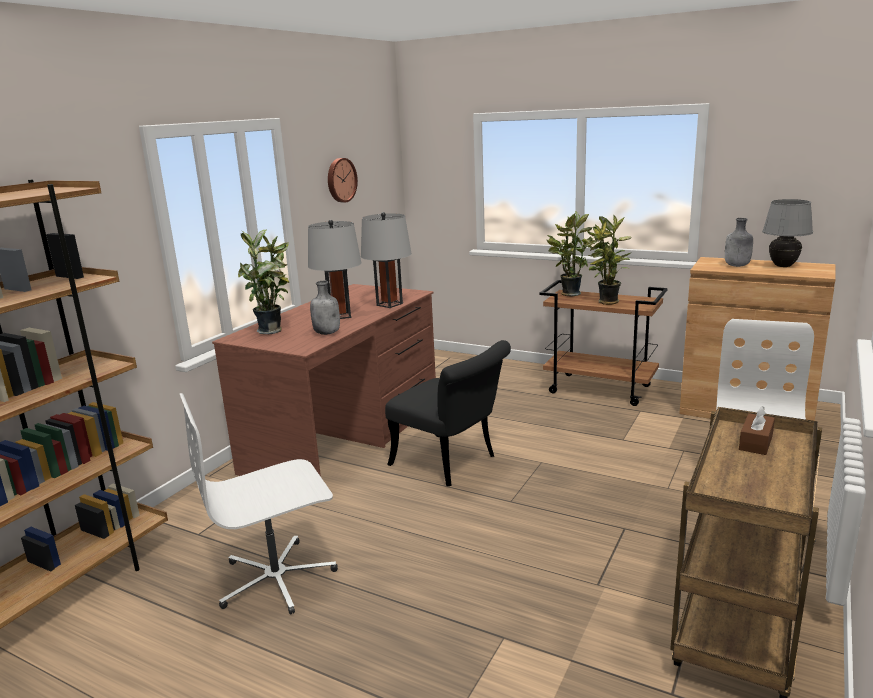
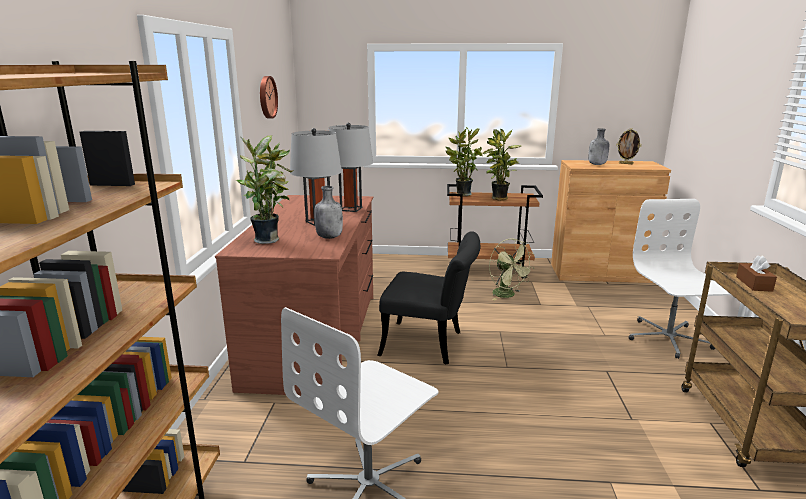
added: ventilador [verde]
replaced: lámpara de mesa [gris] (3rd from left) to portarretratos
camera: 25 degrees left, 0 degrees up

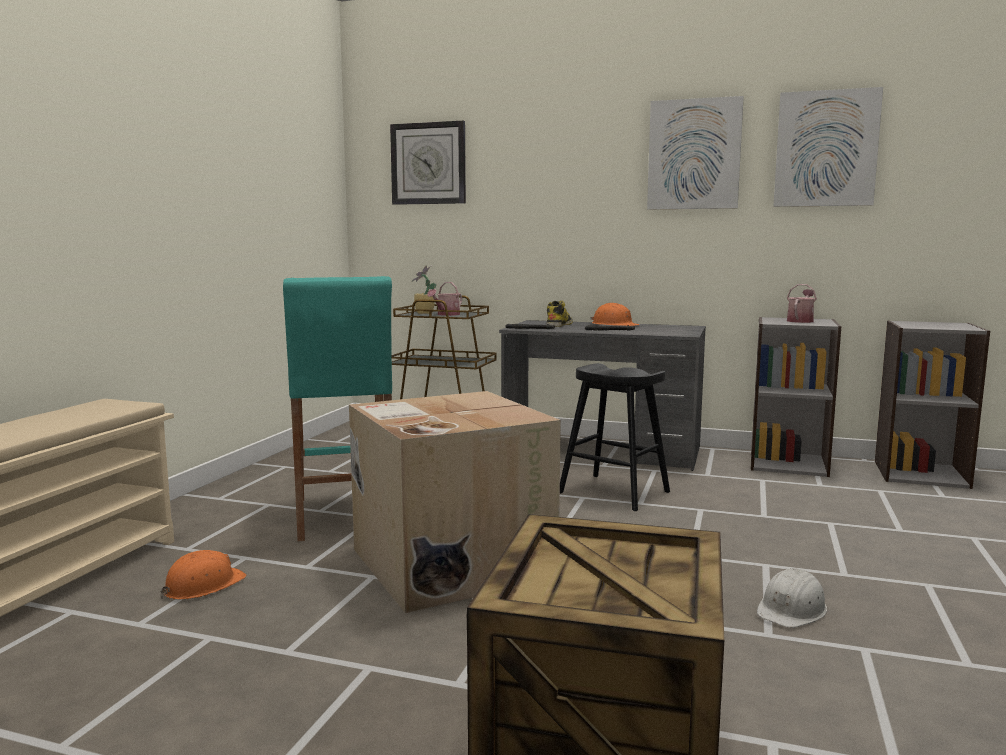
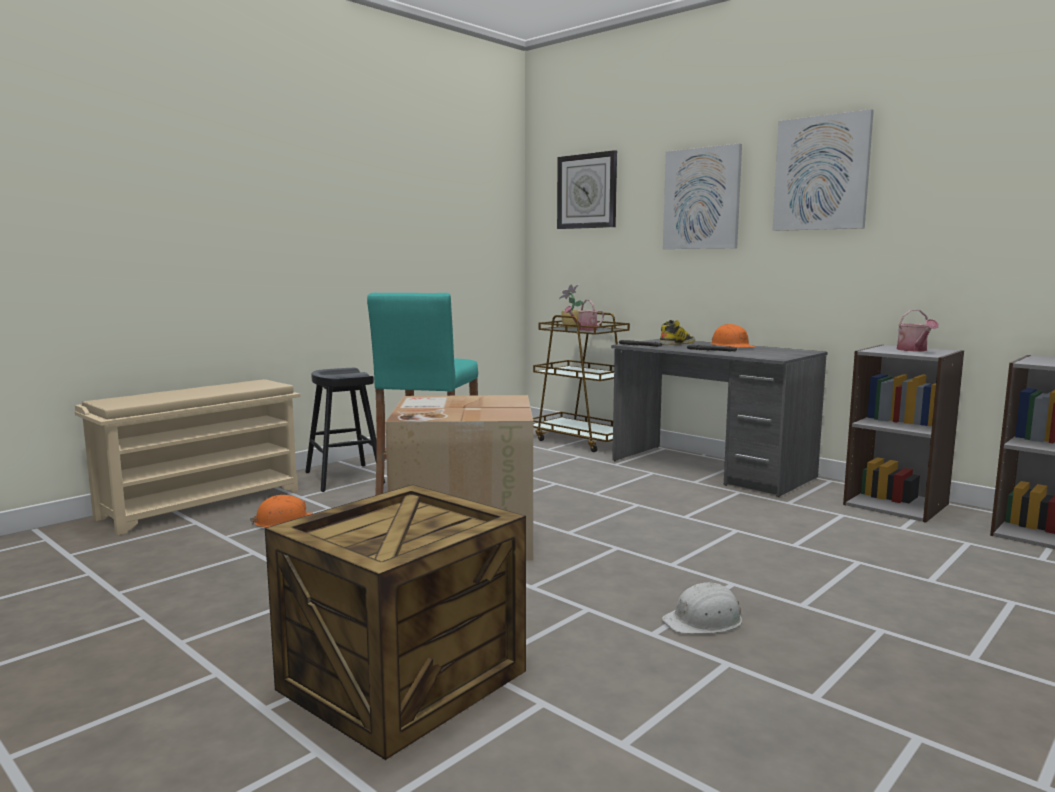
moved: cuadro (2nd from left in the first image) to cuadro (1st from left); taburete [negro]
turned: regadera (2nd from left) 120 degrees clockwise
camera: 25 degrees right, 0 degrees up

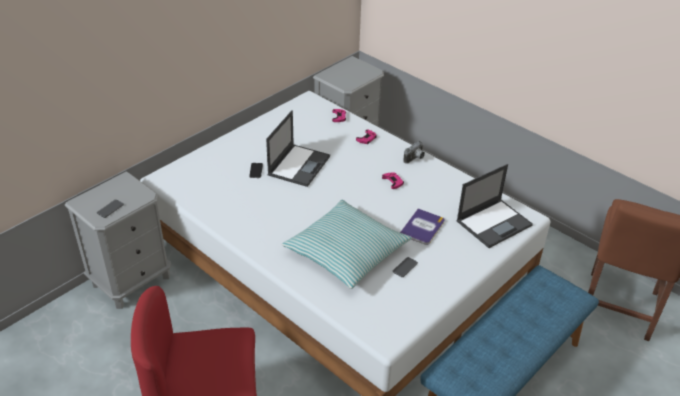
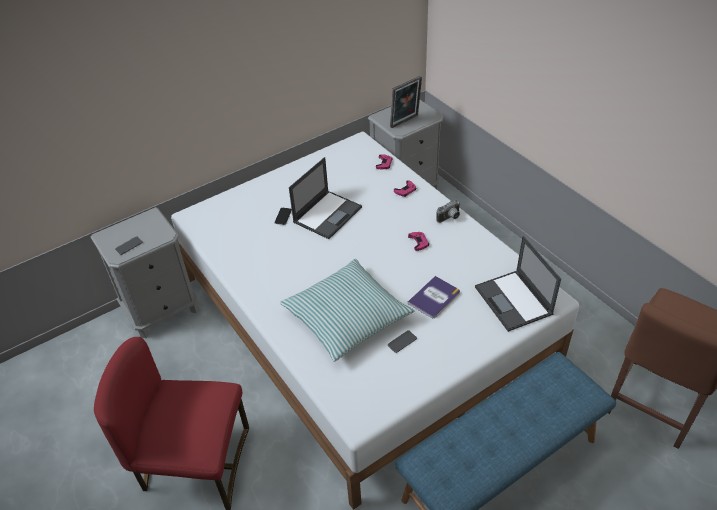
added: portarretratos
turned: portátil (2nd from left) 90 degrees clockwise
camera: 15 degrees right, 5 degrees up

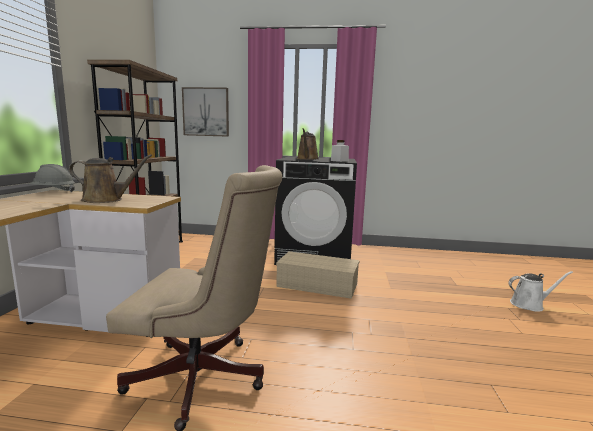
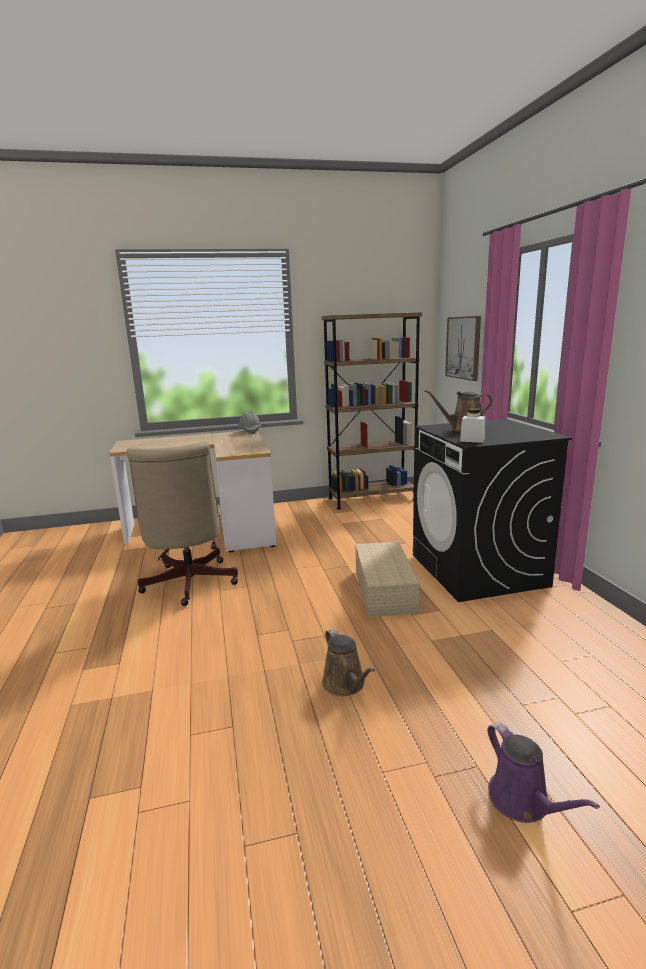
moved: regadera [marrón] (1st from left)
recoloured: regadera [blanco] to regadera [morado]
camera: 70 degrees right, 5 degrees up

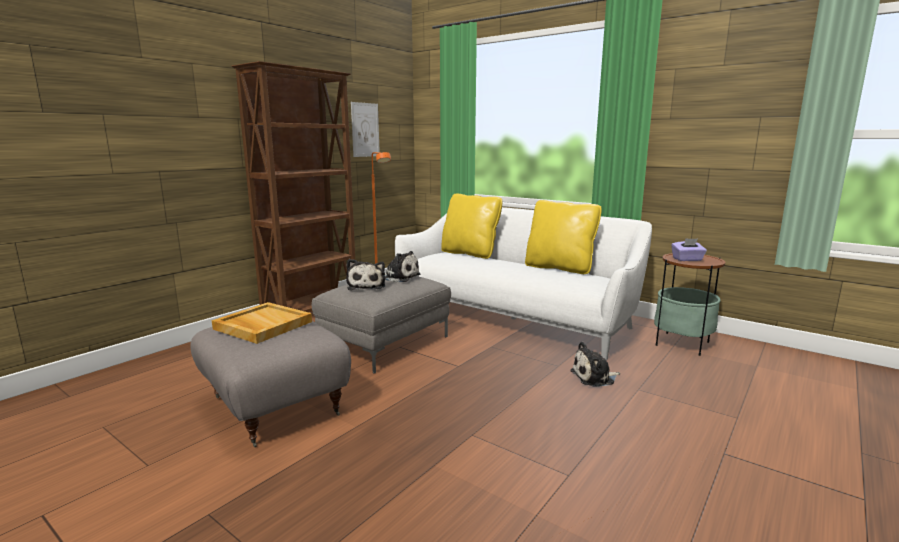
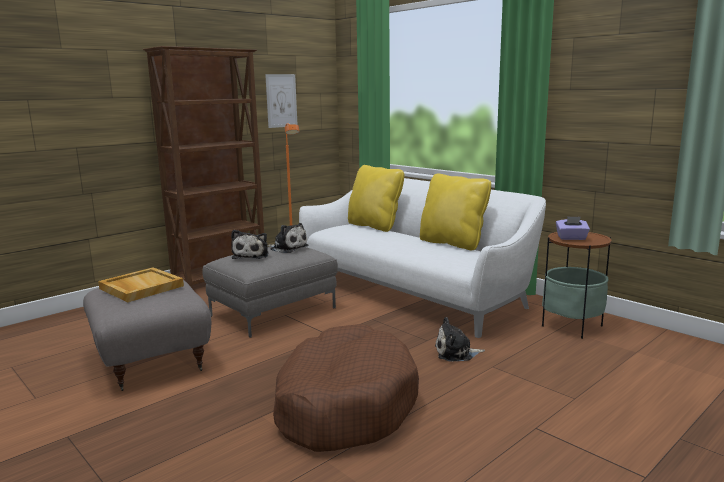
added: cama para perro [marrón]
camera: 10 degrees right, 0 degrees up

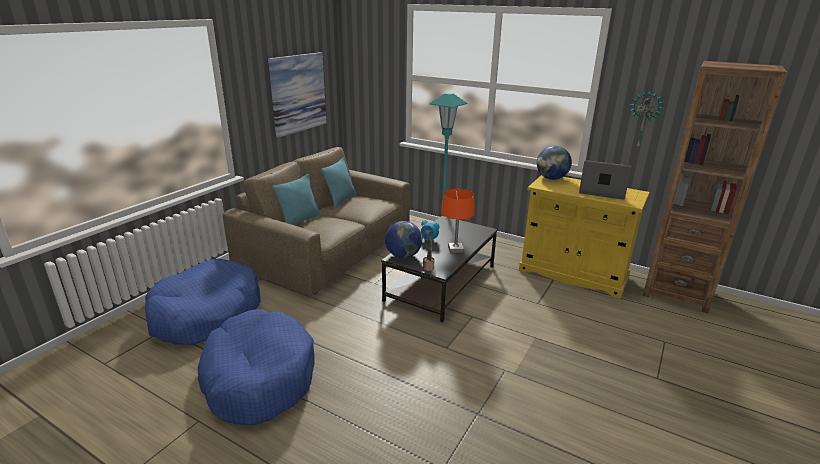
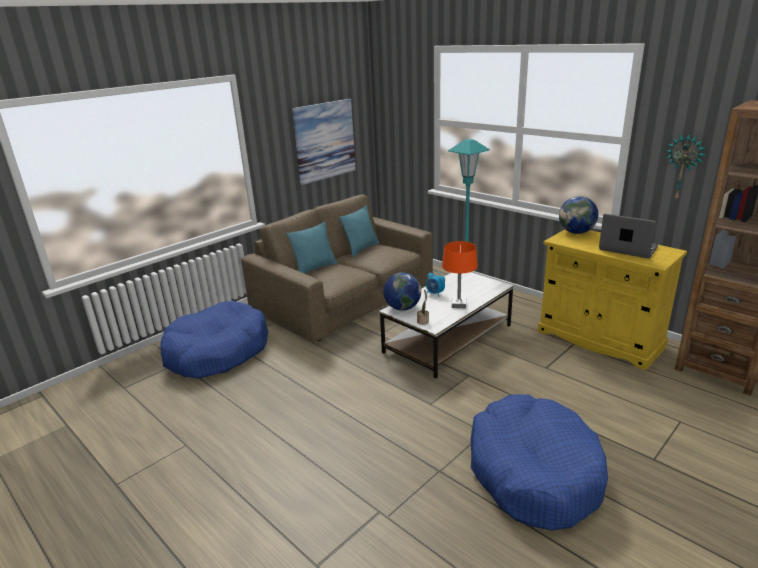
moved: cama para perro [azul] (2nd from left)
recoloured: mesa de centro [negro] to mesa de centro [blanco]
camera: 15 degrees right, 0 degrees up

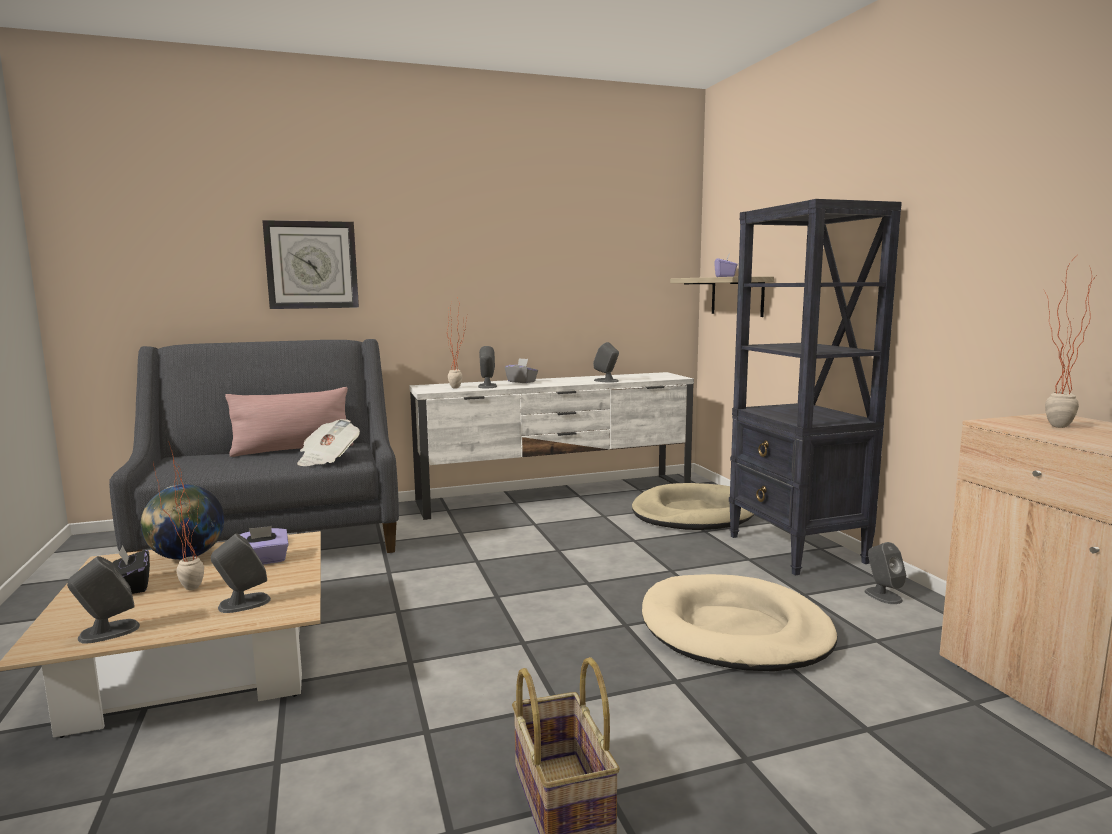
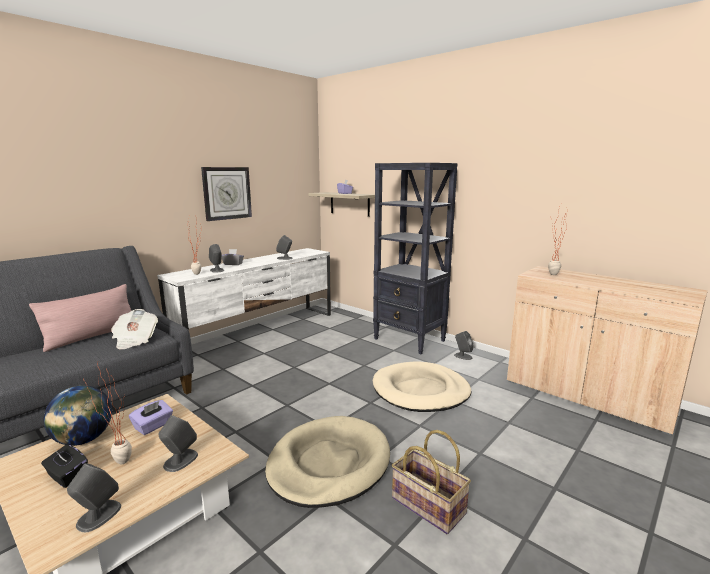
moved: reloj de pared; cama para perro [beis] (1st from left)
camera: 30 degrees left, 5 degrees up

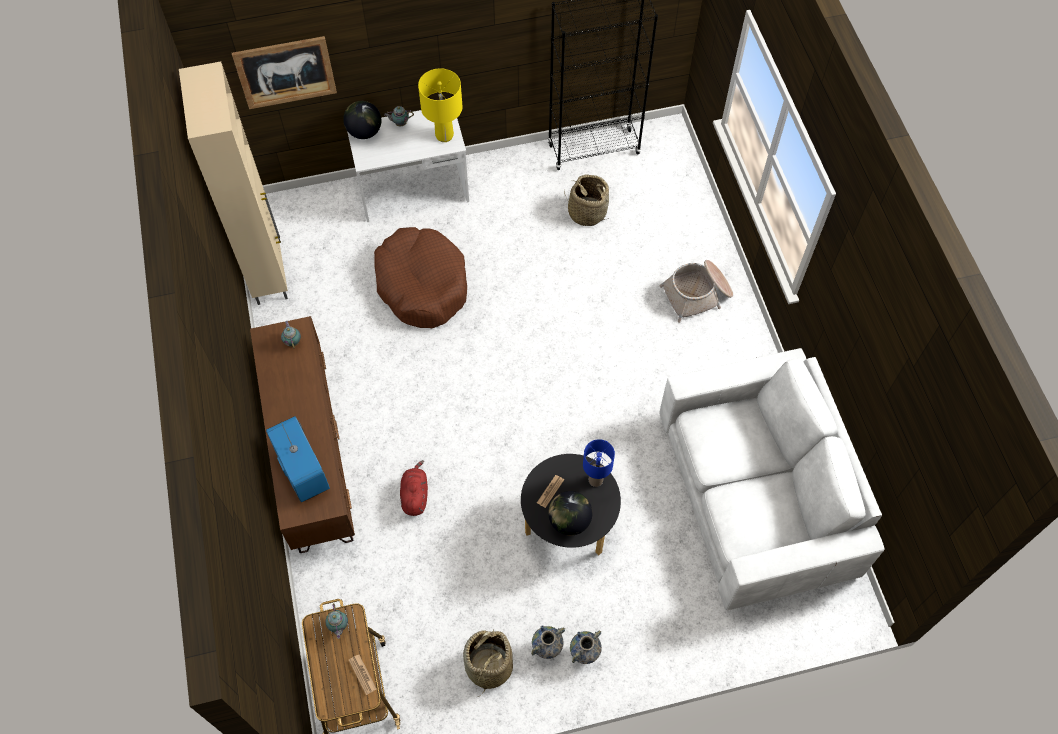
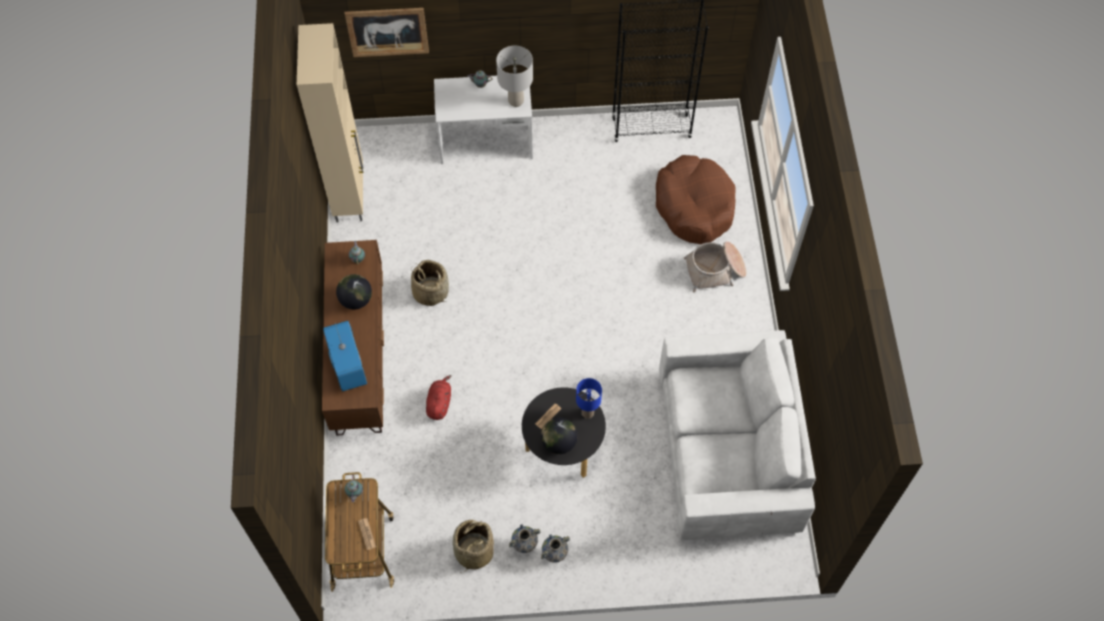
moved: globo terráqueo (1st from left); cesta (2nd from left in the first image) to cesta (1st from left); cama para perro [marrón]
recoloured: lámpara de mesa [amarillo] to lámpara de mesa [gris]
camera: 10 degrees right, 0 degrees up

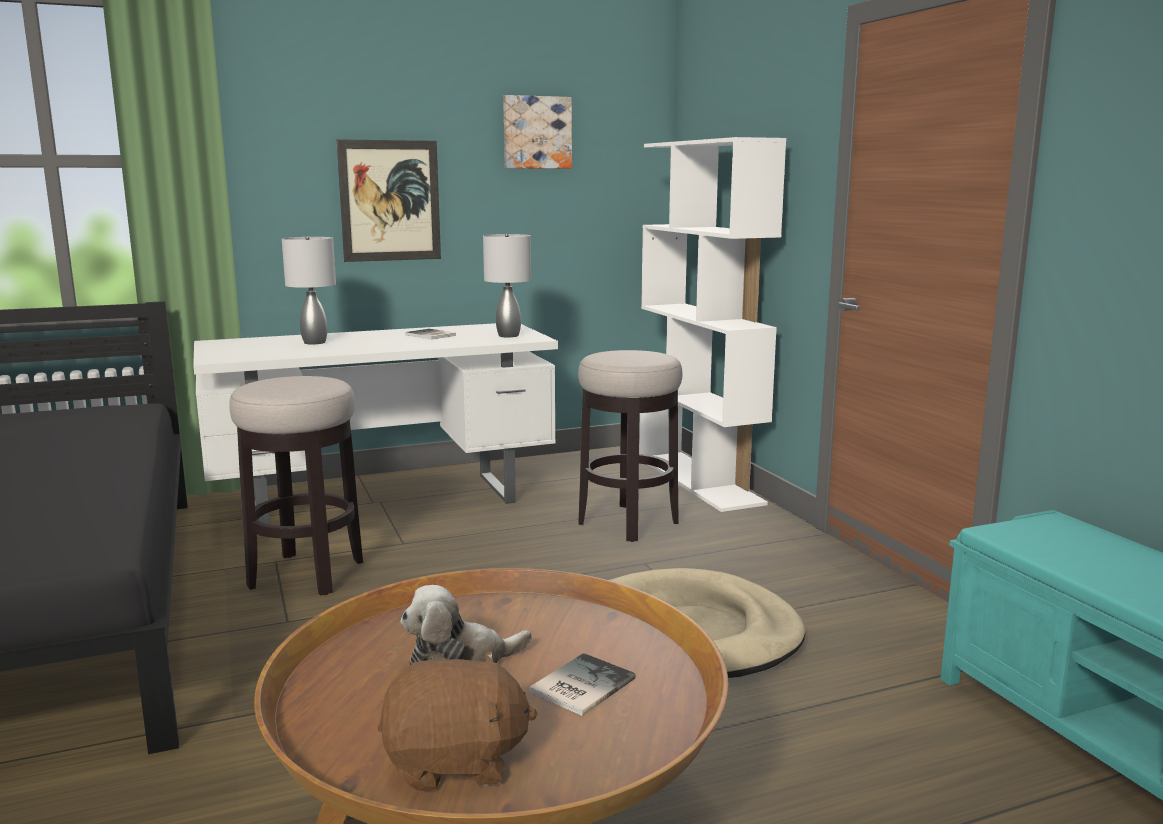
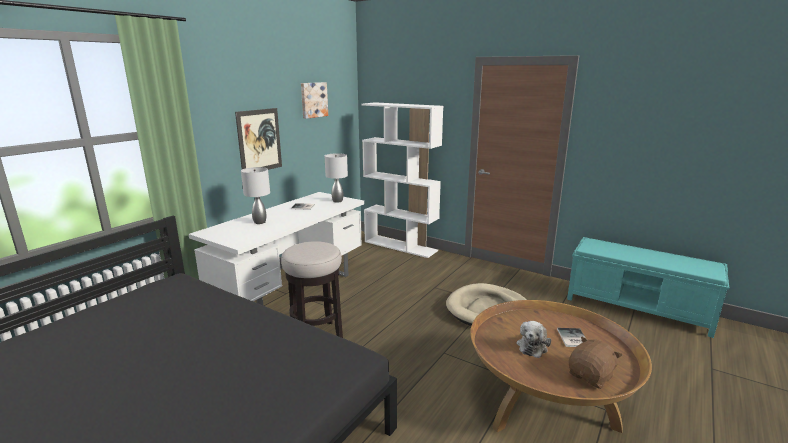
removed: taburete (2nd from left)
camera: 35 degrees left, 5 degrees up

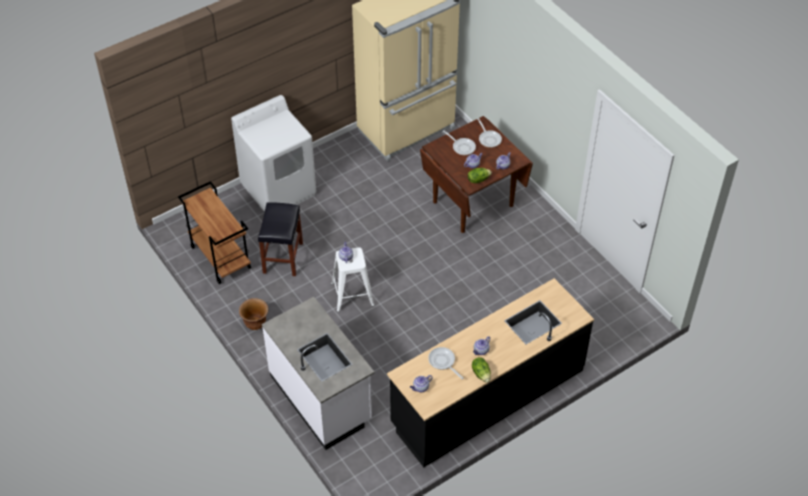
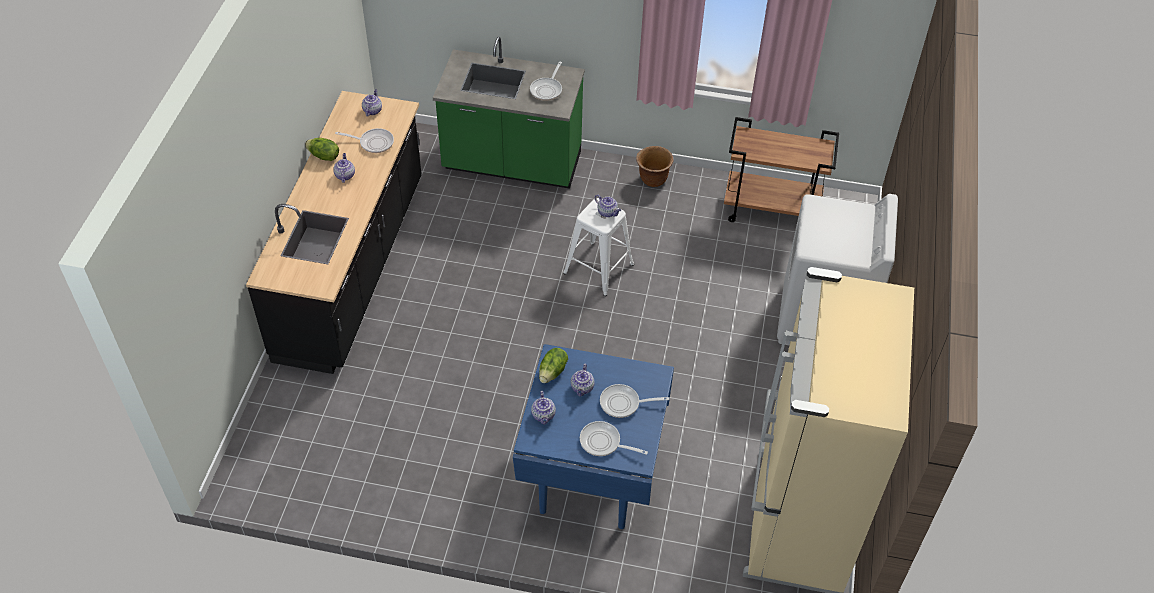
removed: taburete [negro]
added: sartén (2nd from left)
recoloured: mesa de comedor [marrón] to mesa de comedor [azul]; mueble bajo de cocina [blanco] to mueble bajo de cocina [verde]
camera: 135 degrees right, 0 degrees up

